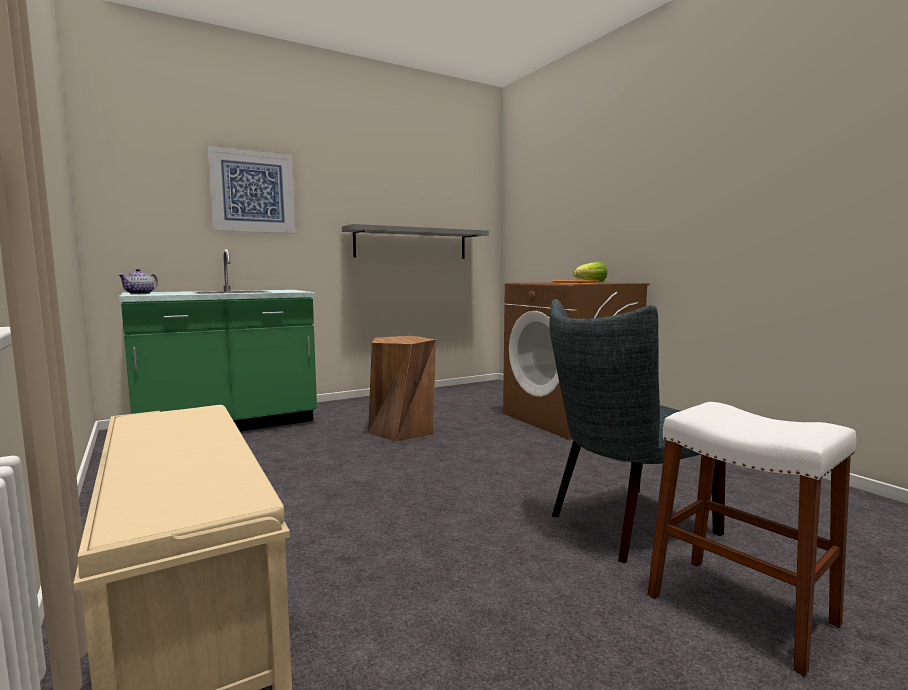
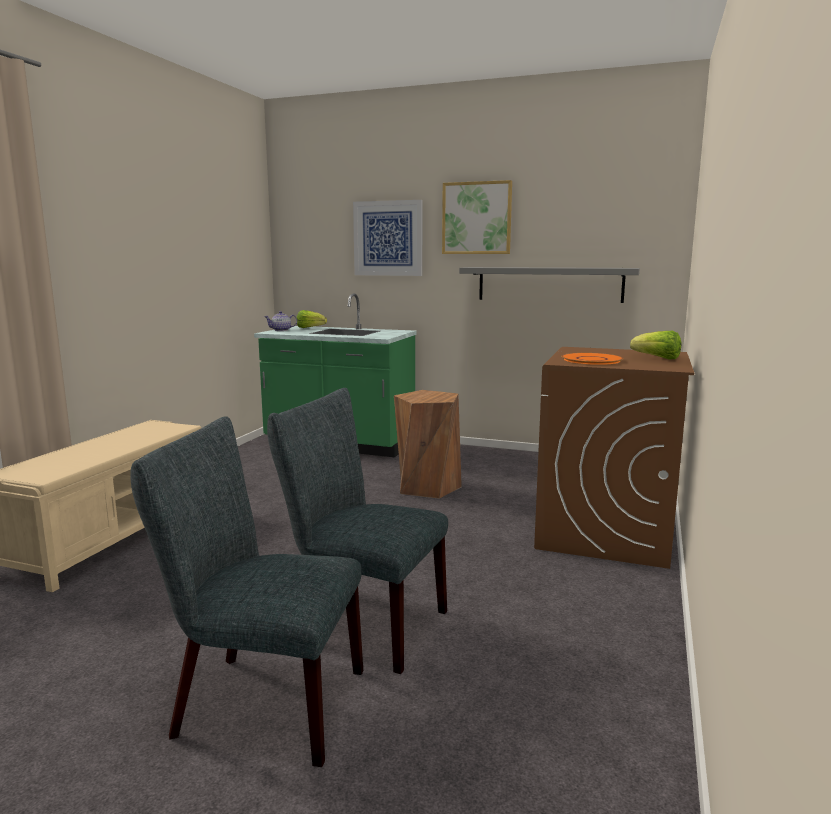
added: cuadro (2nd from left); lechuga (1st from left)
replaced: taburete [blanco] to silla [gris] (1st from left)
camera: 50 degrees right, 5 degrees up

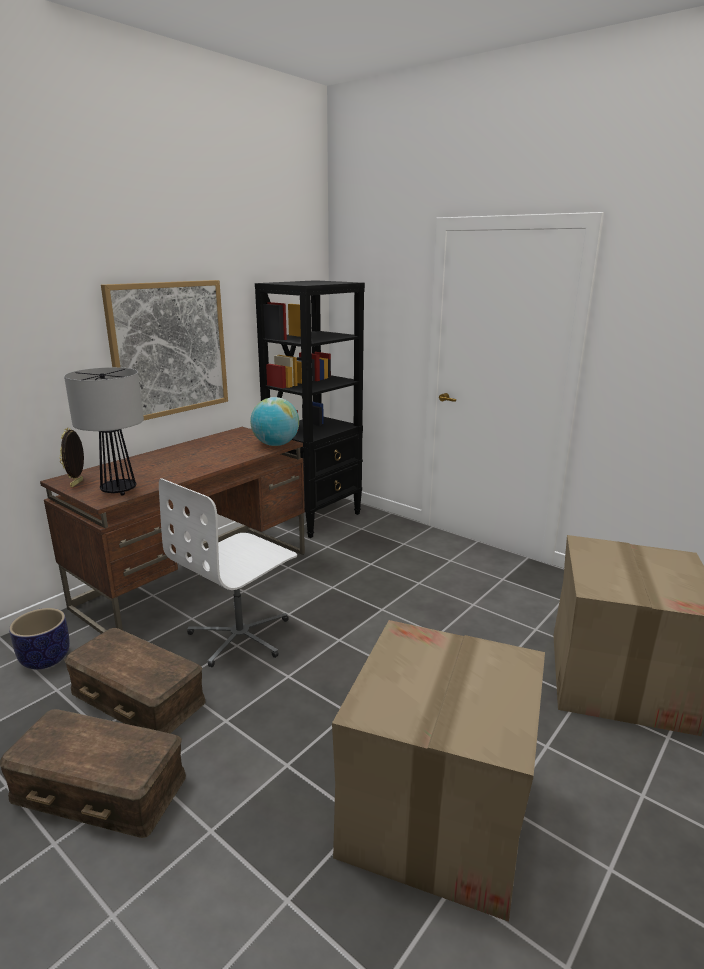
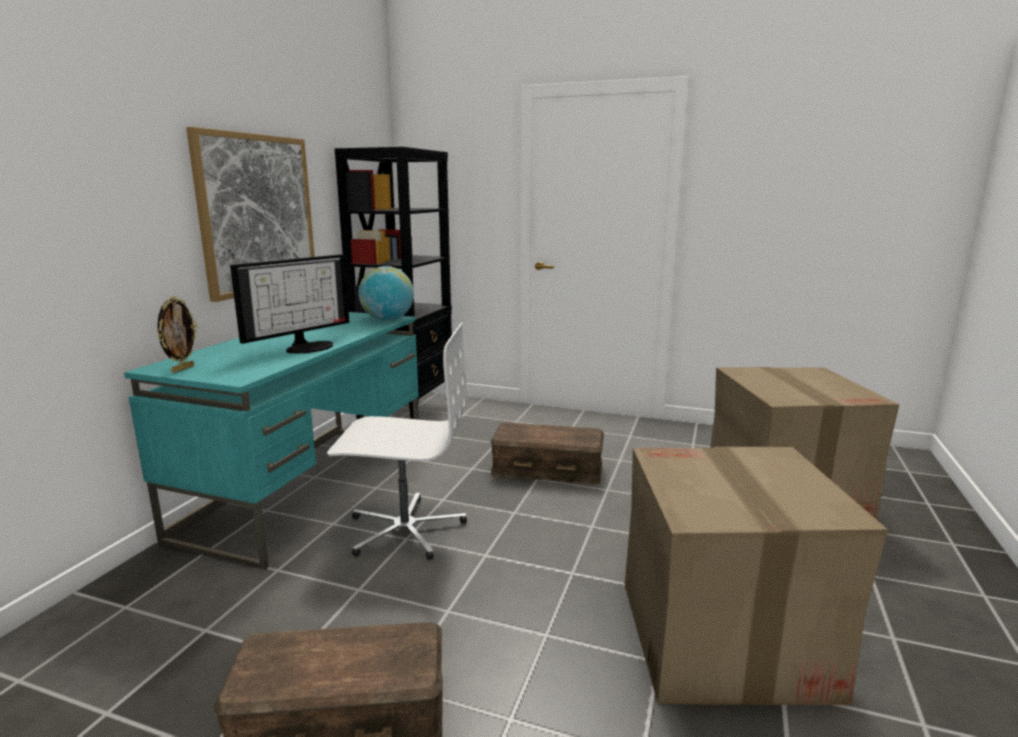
removed: lámpara de mesa; maceta
added: monitor
moved: caja de almacenaje [marrón] (2nd from left)
recoloured: escritorio [marrón] to escritorio [turquesa]
turned: portarretratos 150 degrees counterclockwise; silla de oficina [blanco] 105 degrees counterclockwise
camera: 20 degrees left, 5 degrees down

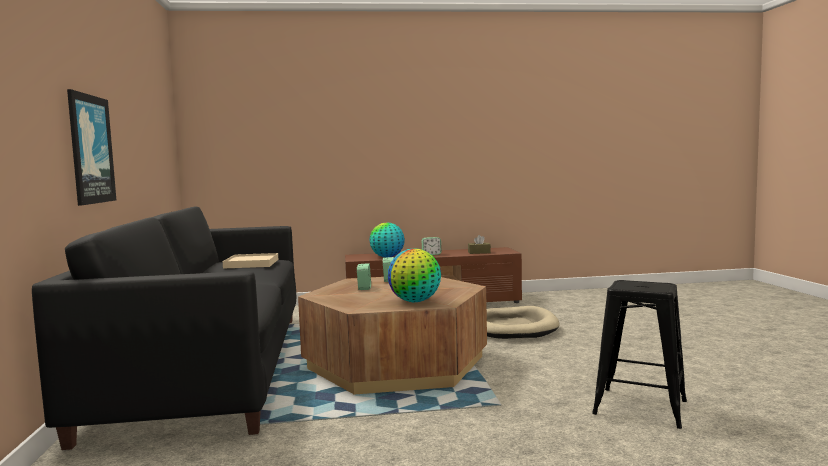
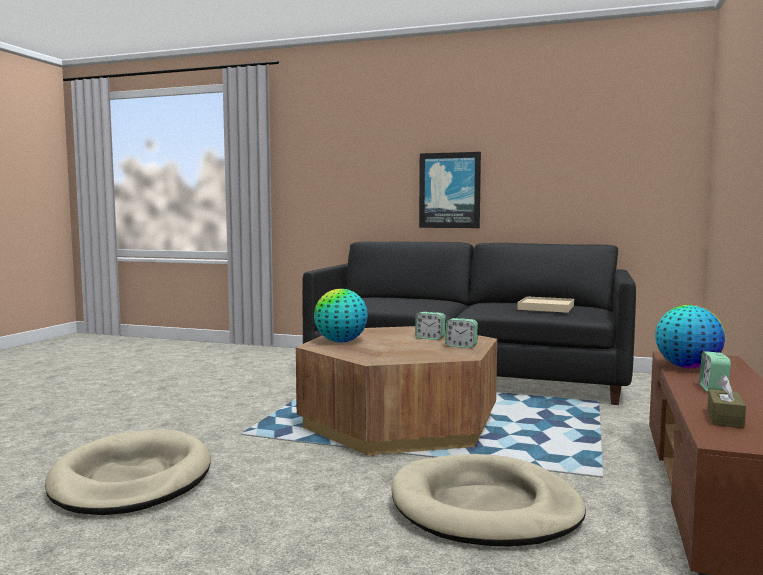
replaced: taburete [negro] to cama para perro [beis] (1st from left)
camera: 115 degrees right, 0 degrees up

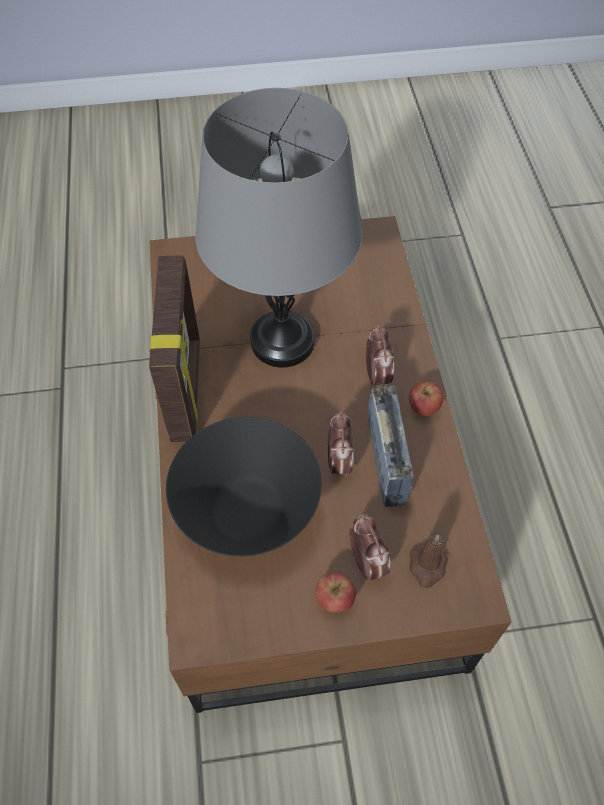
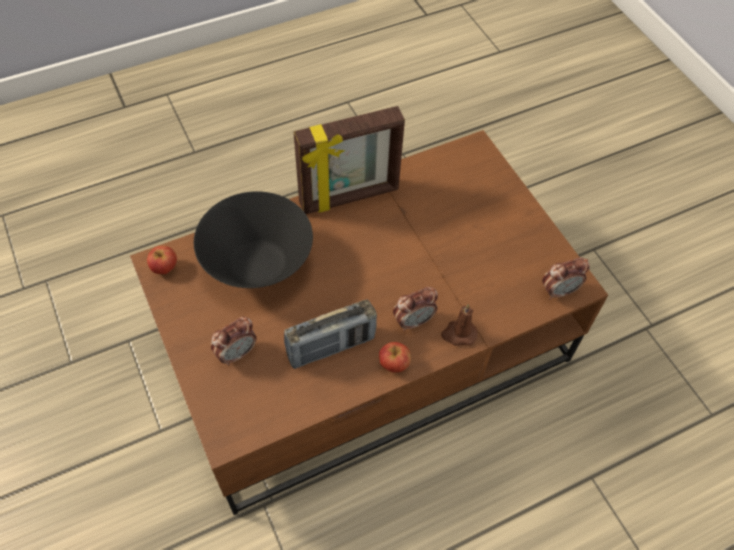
removed: lámpara de mesa [gris]
moved: despertador (1st from left in the first image) to despertador (3rd from left); vela [marrón]; manzana (1st from left)
camera: 70 degrees right, 0 degrees up

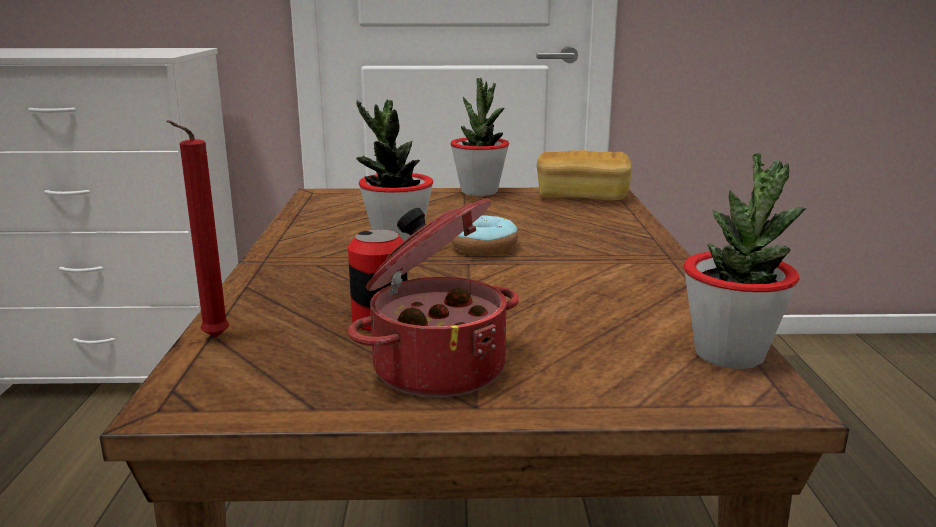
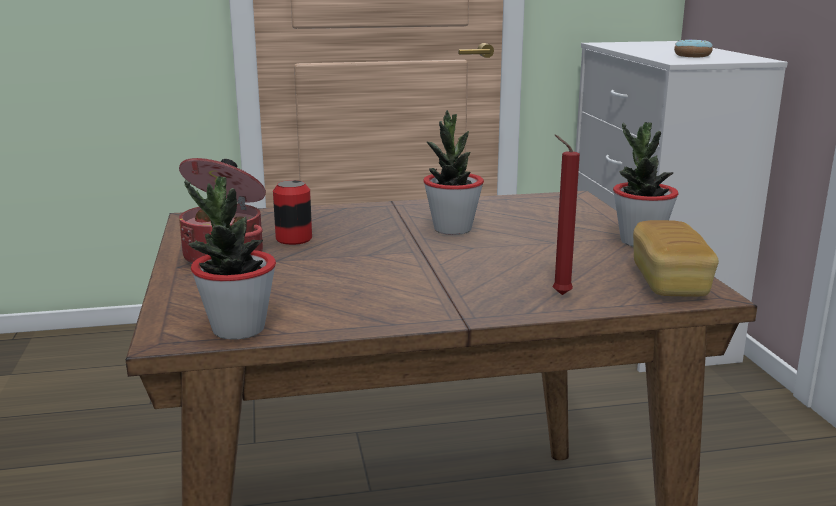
moved: vela [rojo]; rosquilla
camera: 80 degrees right, 0 degrees up

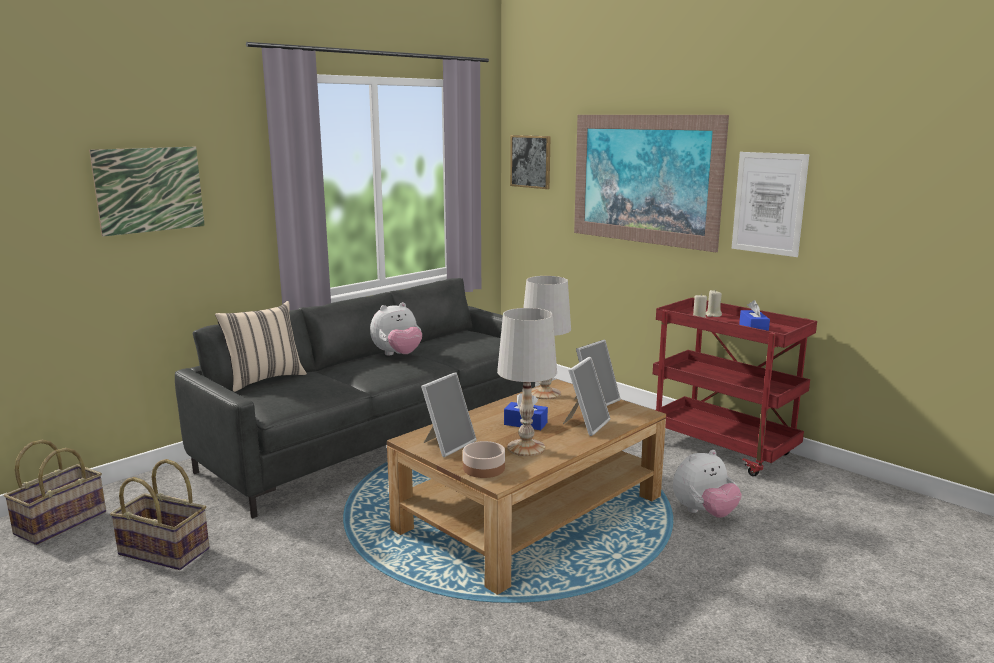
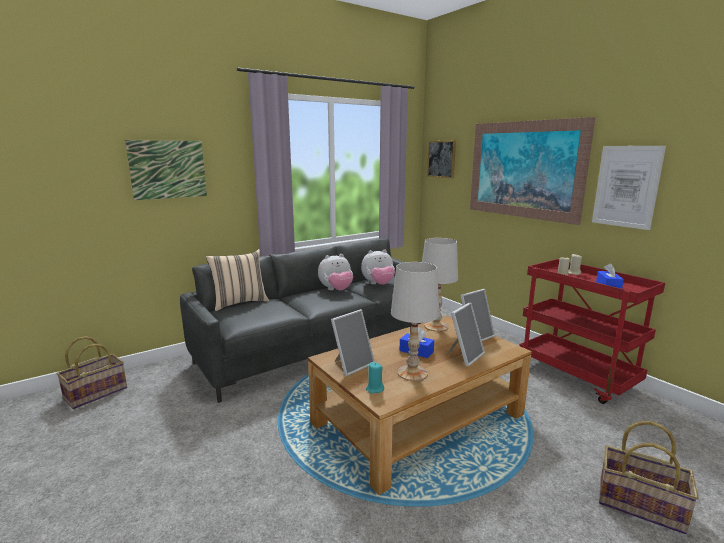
moved: peluche (2nd from left); cesta (2nd from left)
replaced: cuenco to vela [turquesa]
camera: 10 degrees right, 0 degrees up

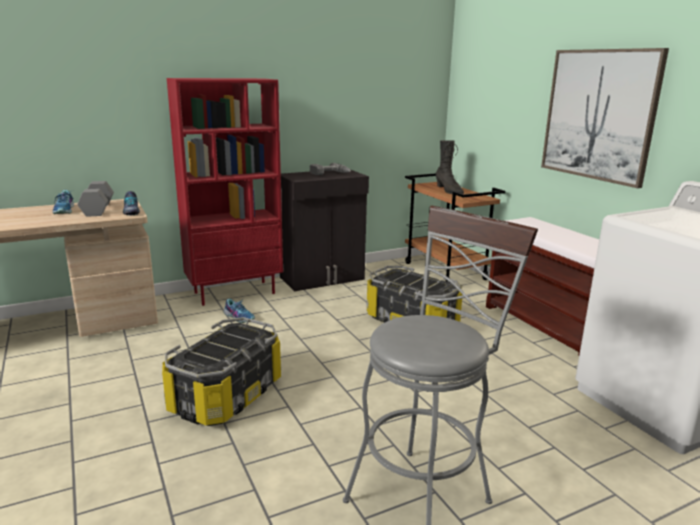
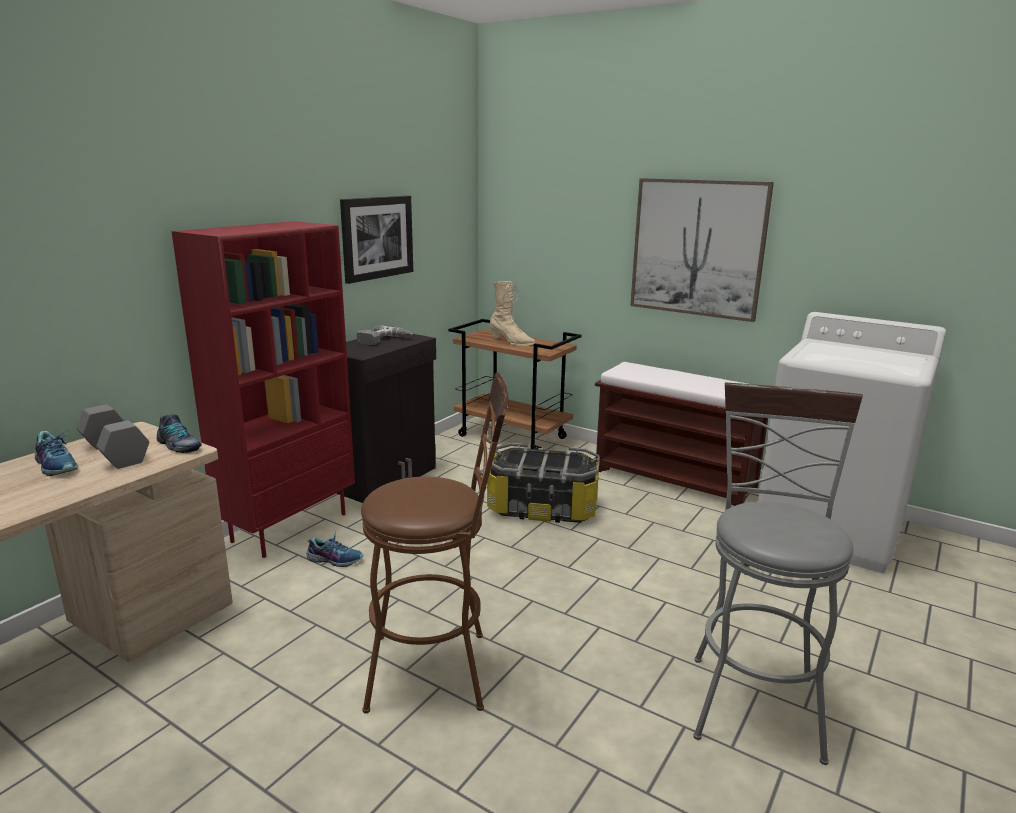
added: cuadro (1st from left)
replaced: caja de almacenaje (1st from left) to taburete [marrón]
recoloured: bota [negro] to bota [beis]
camera: 30 degrees left, 0 degrees up

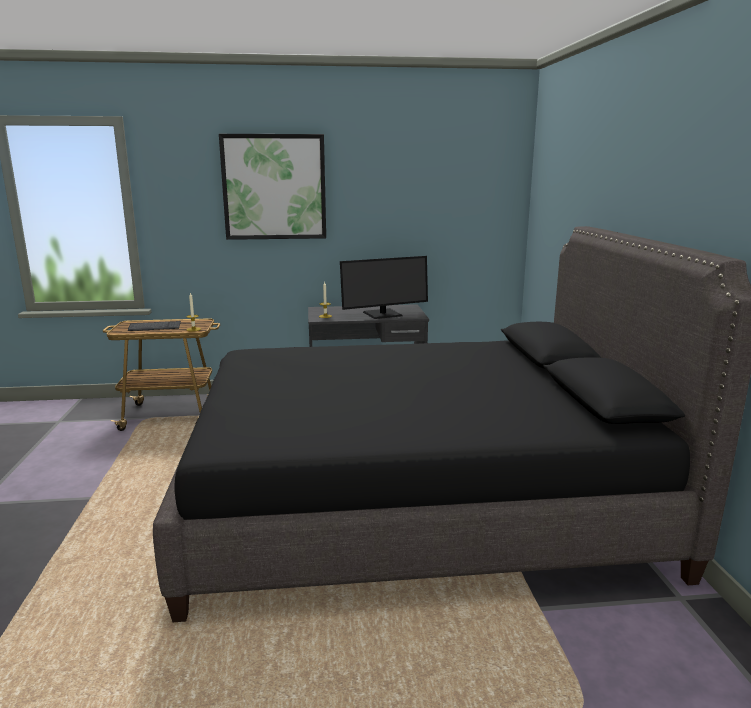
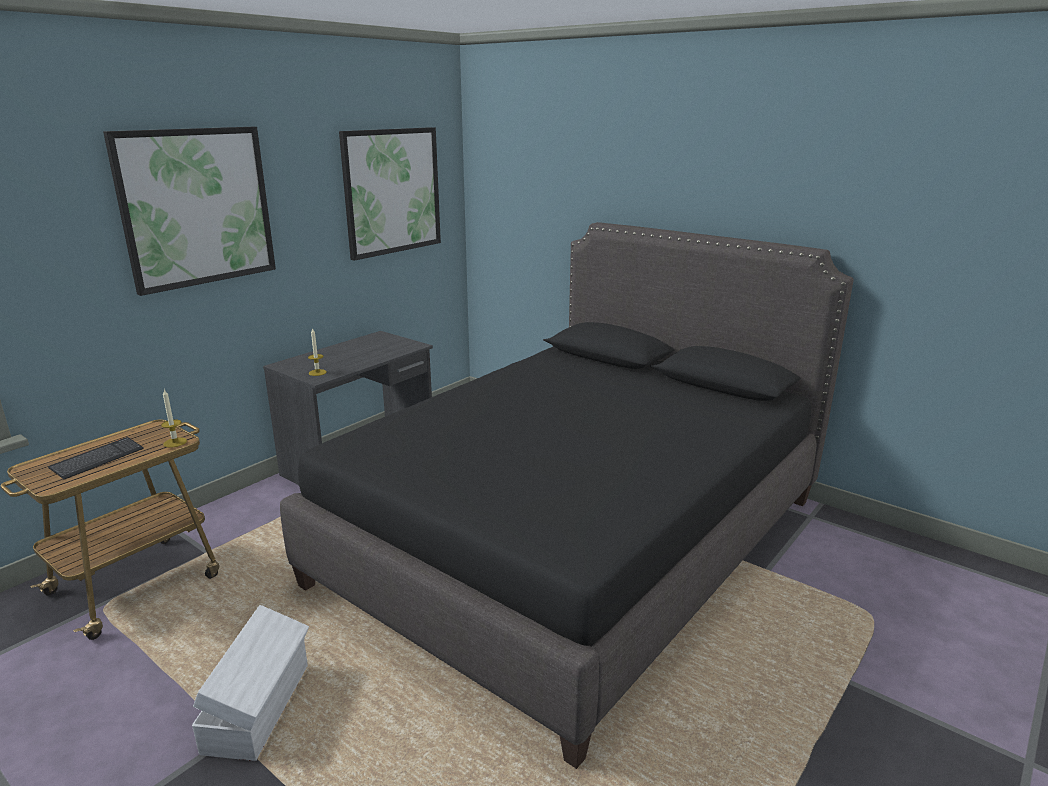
removed: monitor
added: cuadro (2nd from left); caja de almacenaje [blanco]
camera: 45 degrees left, 5 degrees up

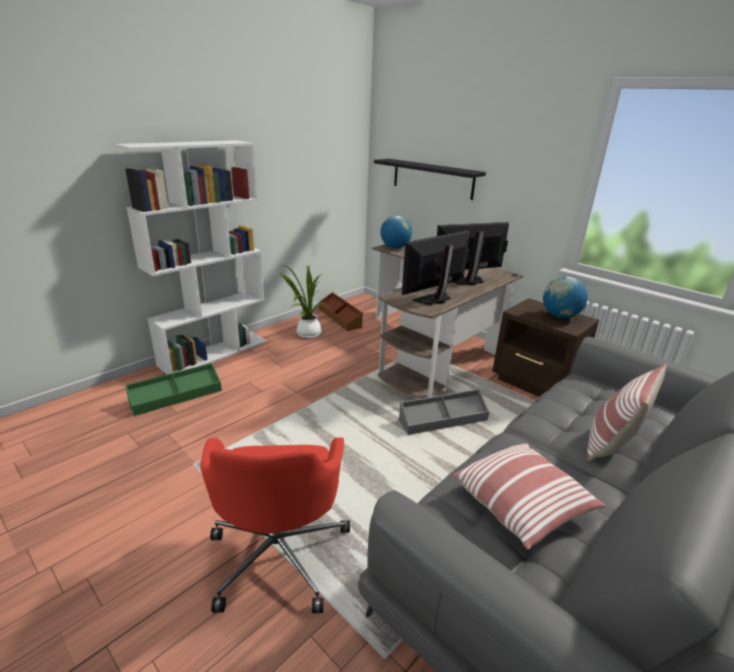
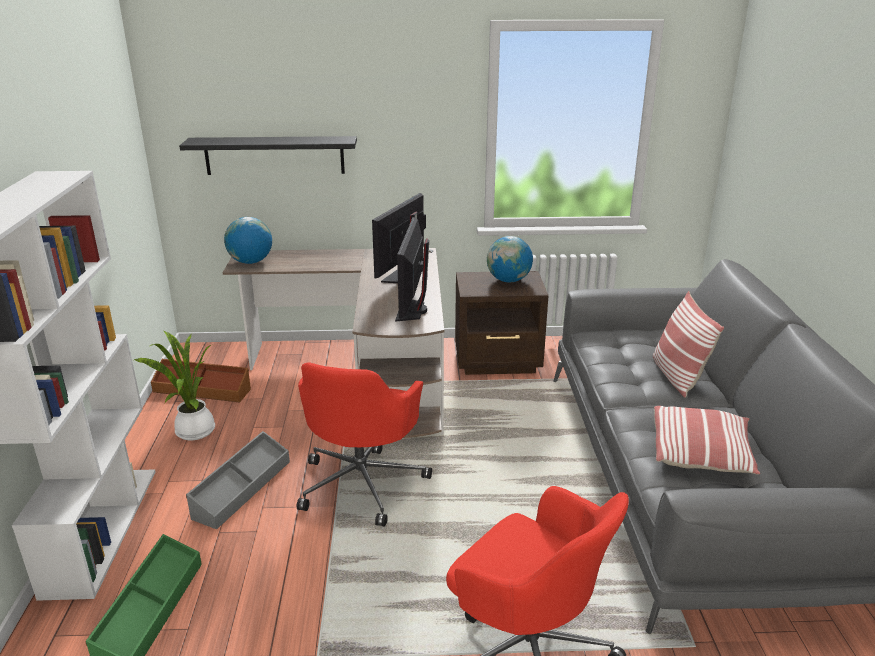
added: silla de oficina [rojo] (1st from left)
moved: caja de almacenaje [gris]
camera: 45 degrees left, 0 degrees up

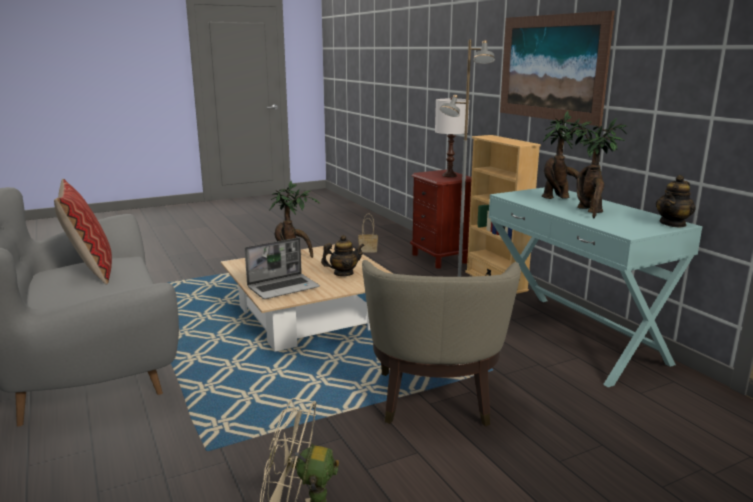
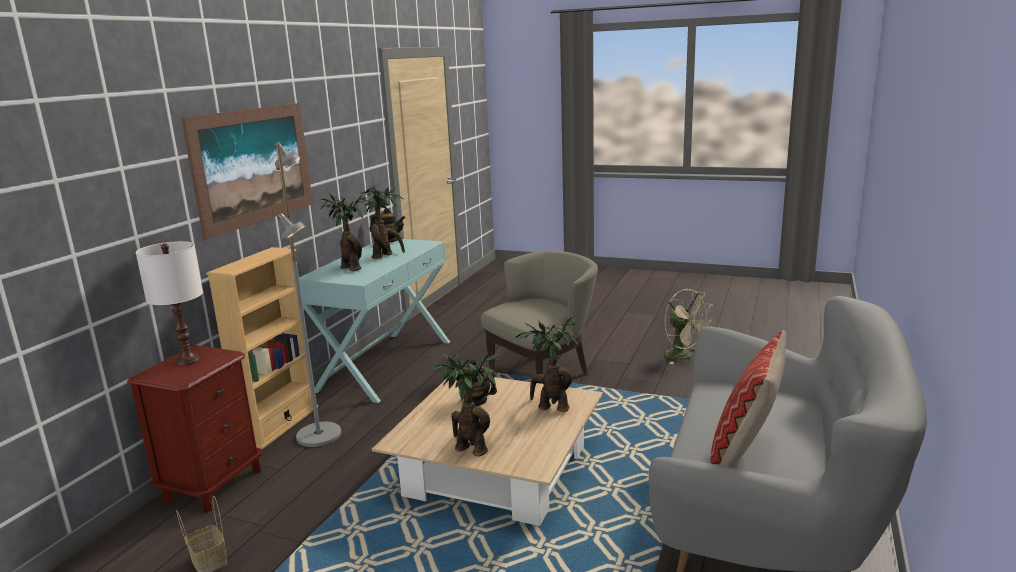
replaced: portátil to planta en maceta (4th from left)
camera: 130 degrees left, 0 degrees up

